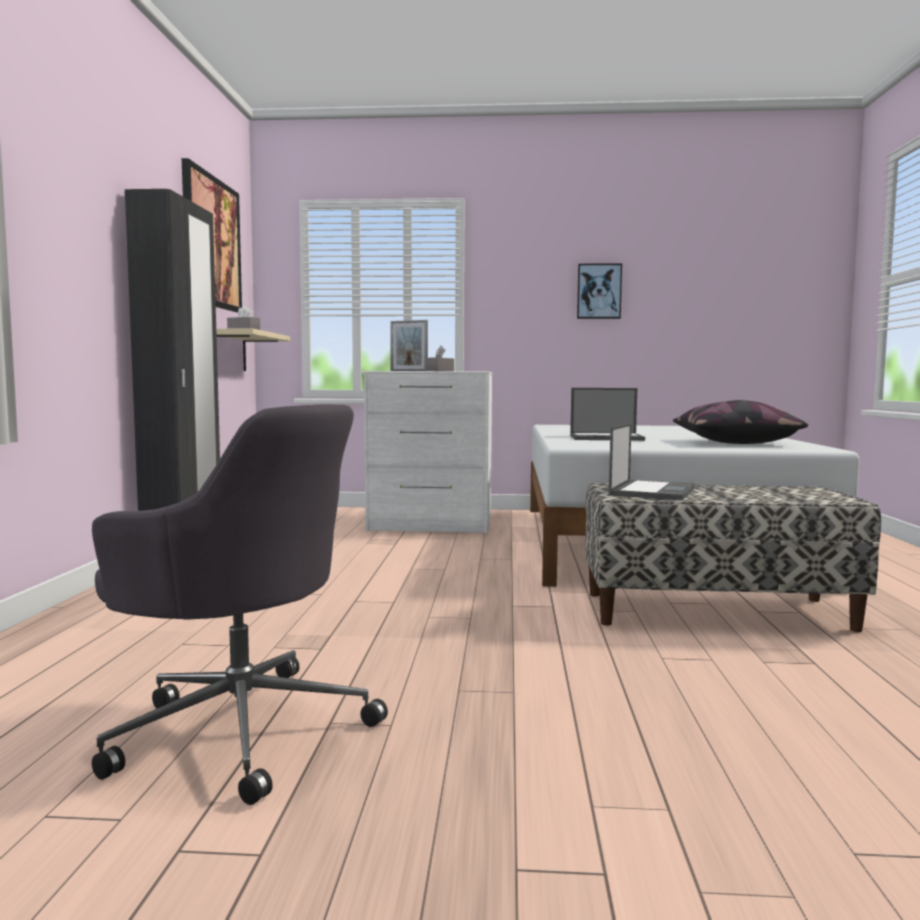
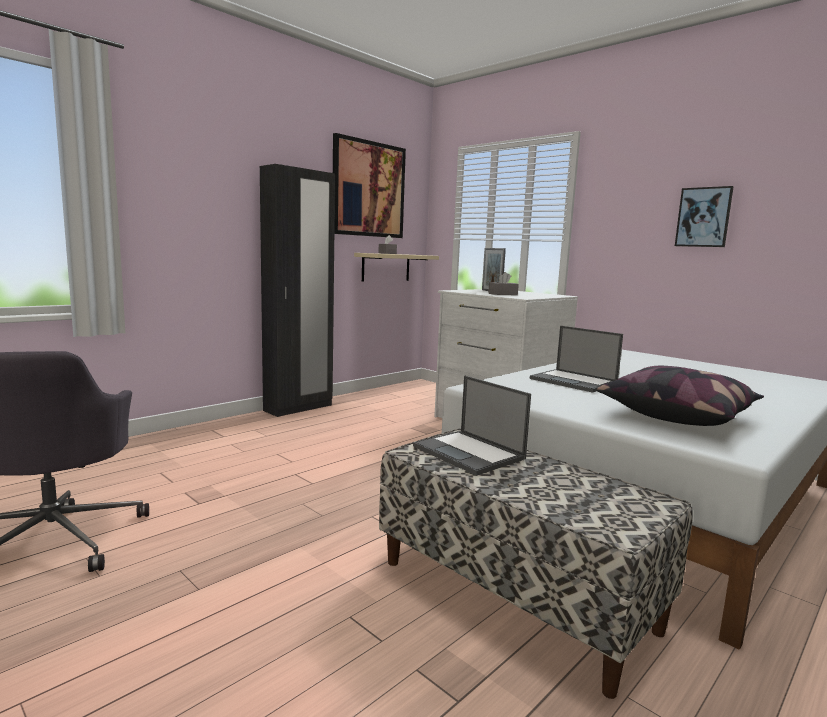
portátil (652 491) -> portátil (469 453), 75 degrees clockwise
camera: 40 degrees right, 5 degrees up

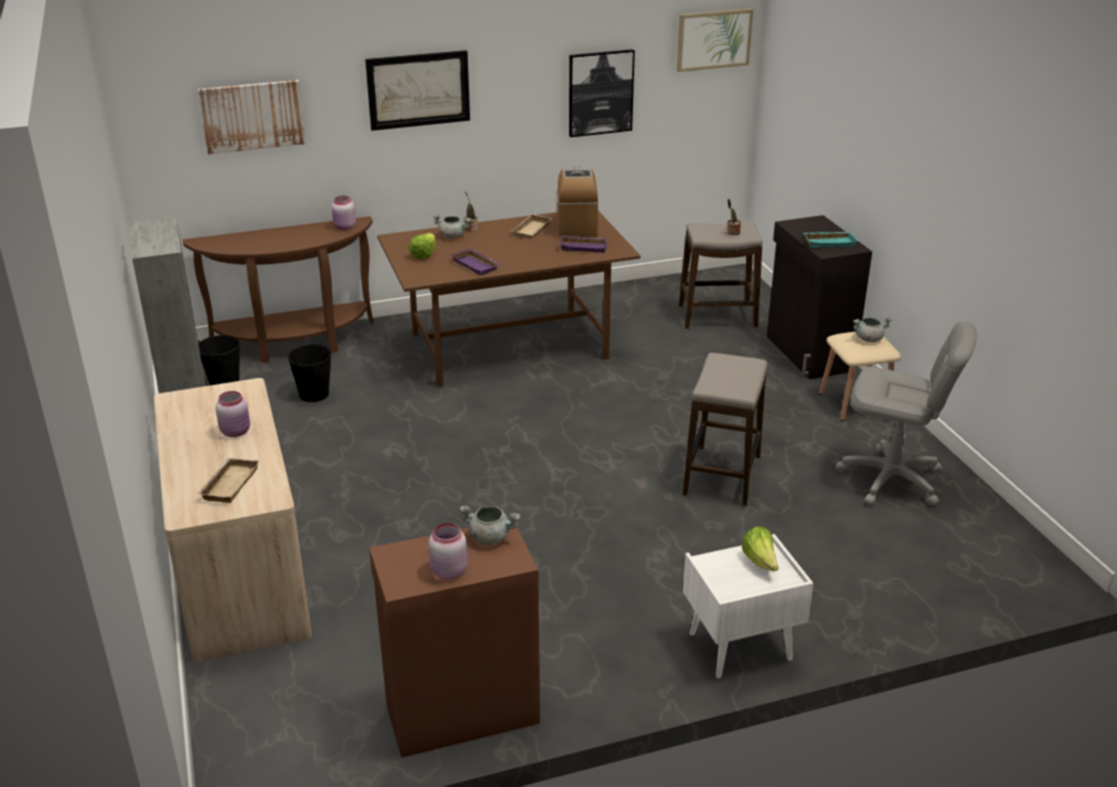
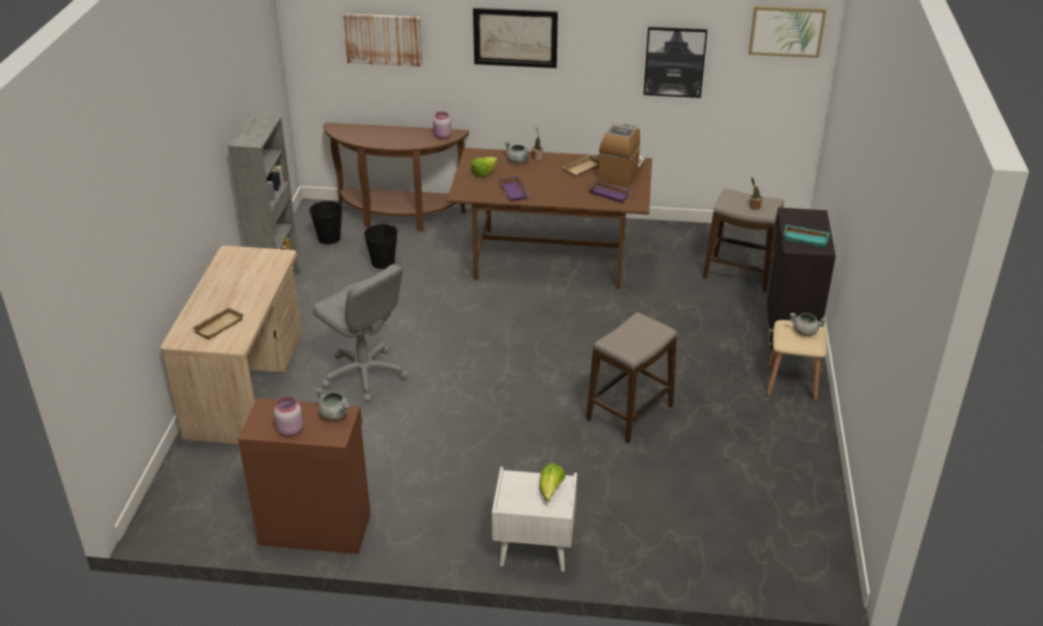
silla de oficina (gris) (891 480) -> silla de oficina (gris) (364 375), relocated
tarro (rosa) (236 431) -> none
camera: 25 degrees right, 5 degrees up

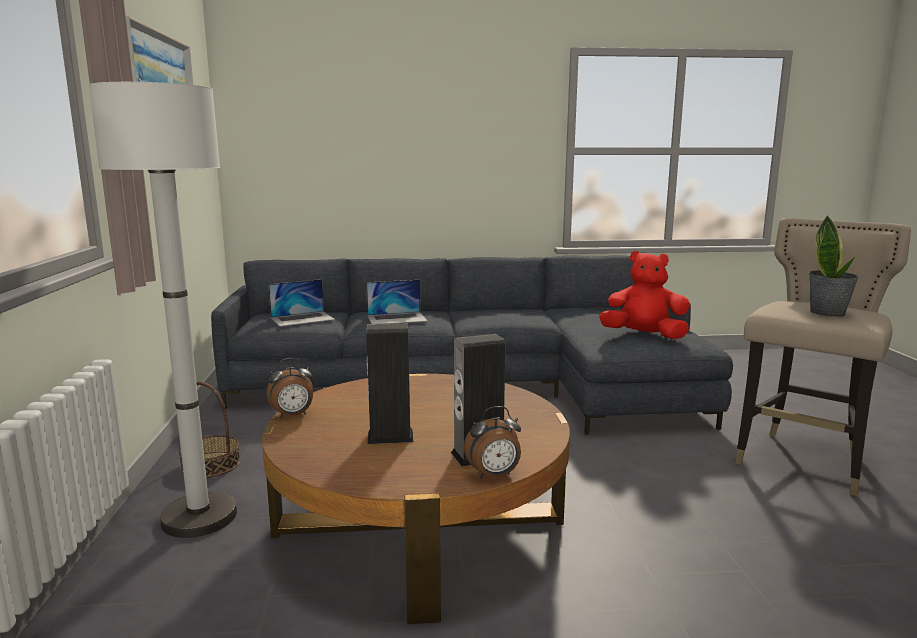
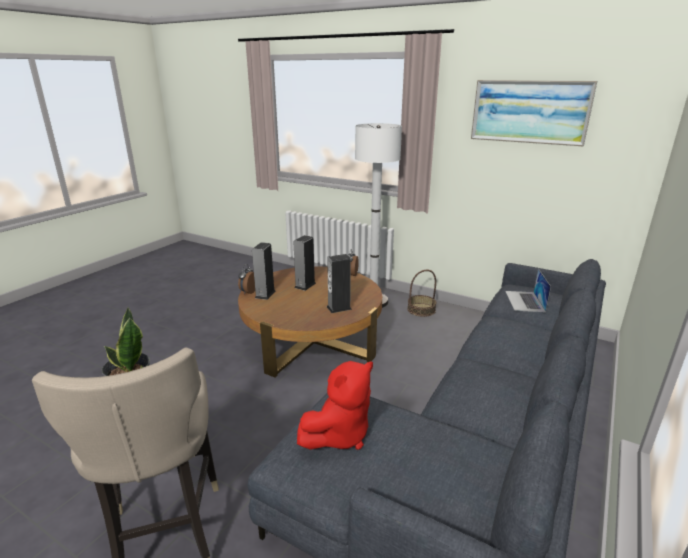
portátil (397 318) -> none
none -> altavoz (339 308)
camera: 125 degrees right, 10 degrees up

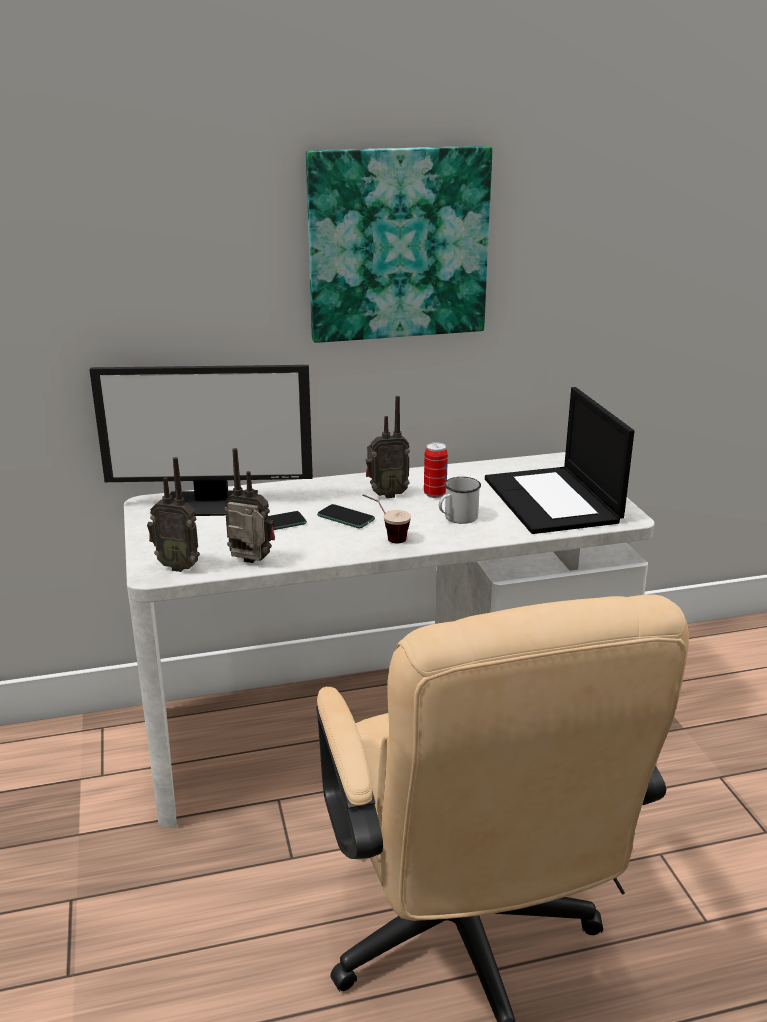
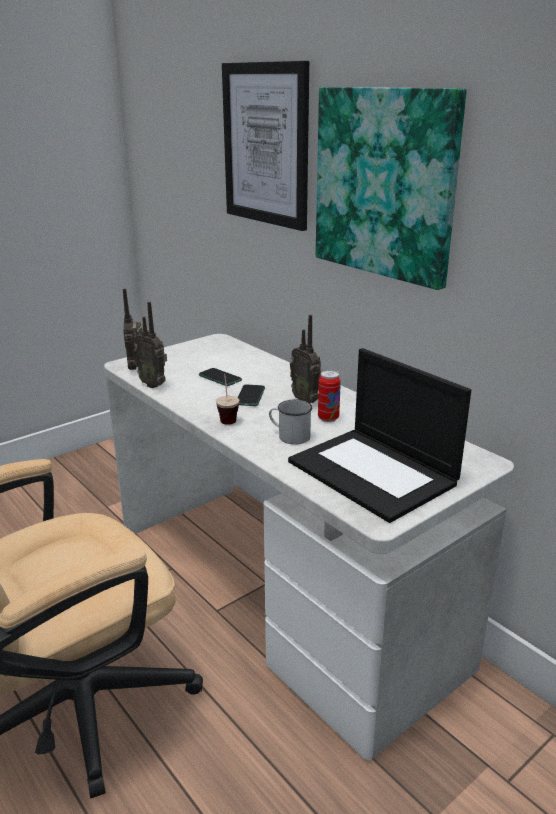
monitor (212 503) -> none
portátil (553 501) -> portátil (374 473), 90 degrees counterclockwise
radio (250 563) -> radio (154 384), 135 degrees clockwise
none -> cuadro (266 145)
camera: 65 degrees right, 0 degrees up

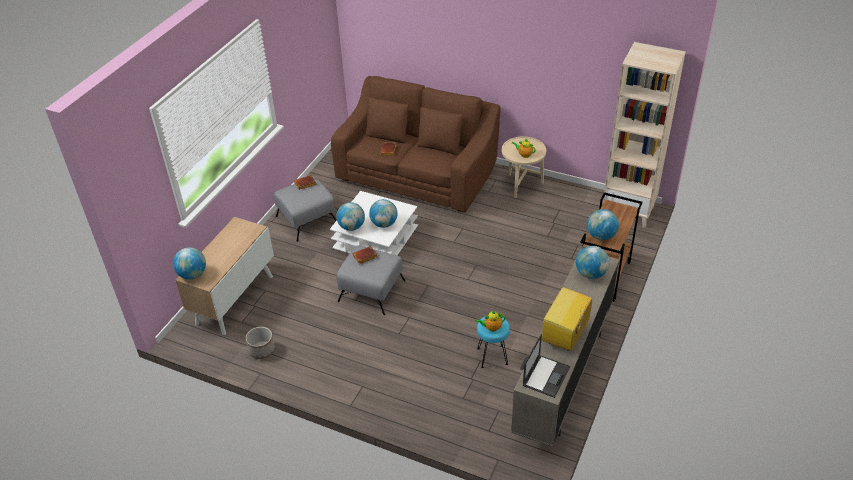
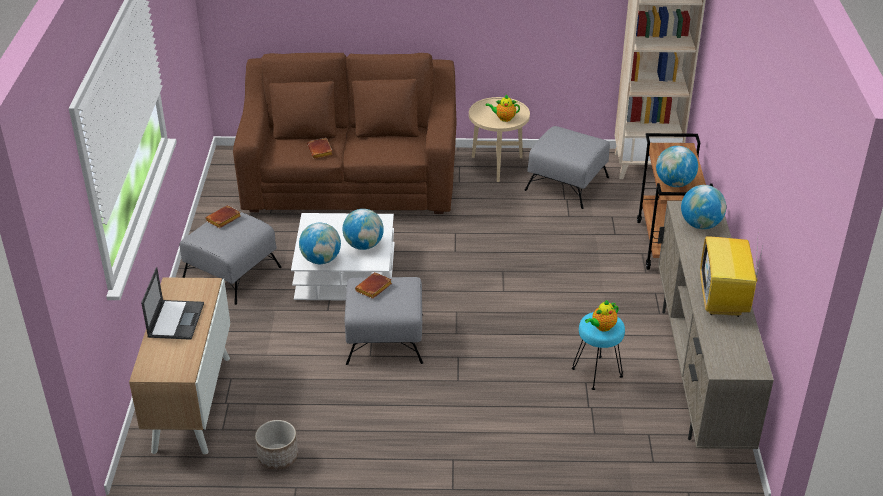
globo terráqueo (192 274) -> none
portátil (546 376) -> portátil (176 319), relocated
none -> puf (gris) (567 184)
camera: 25 degrees left, 5 degrees down

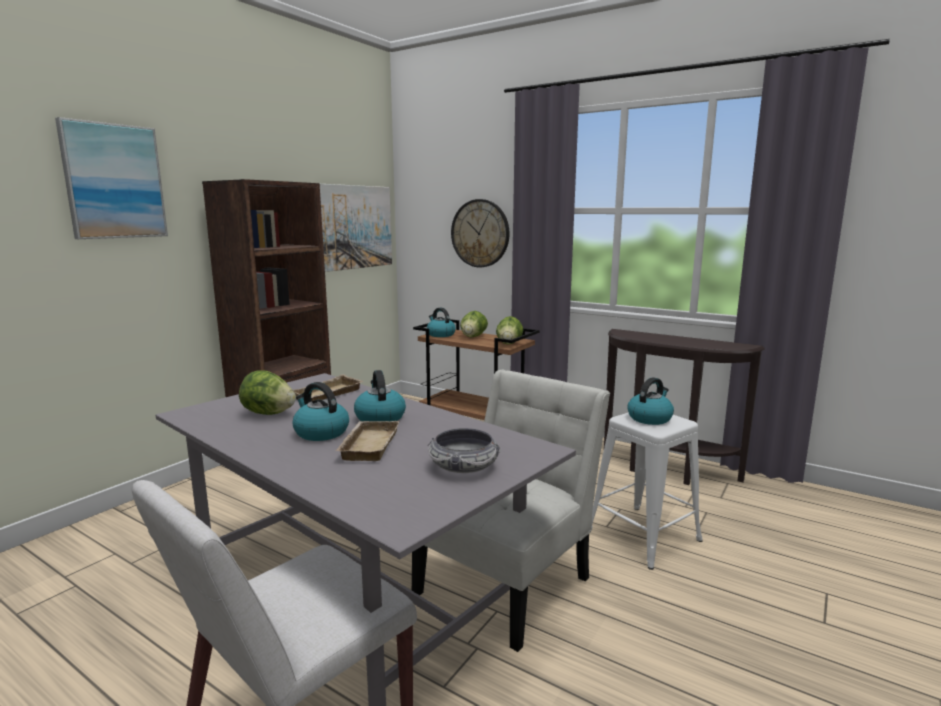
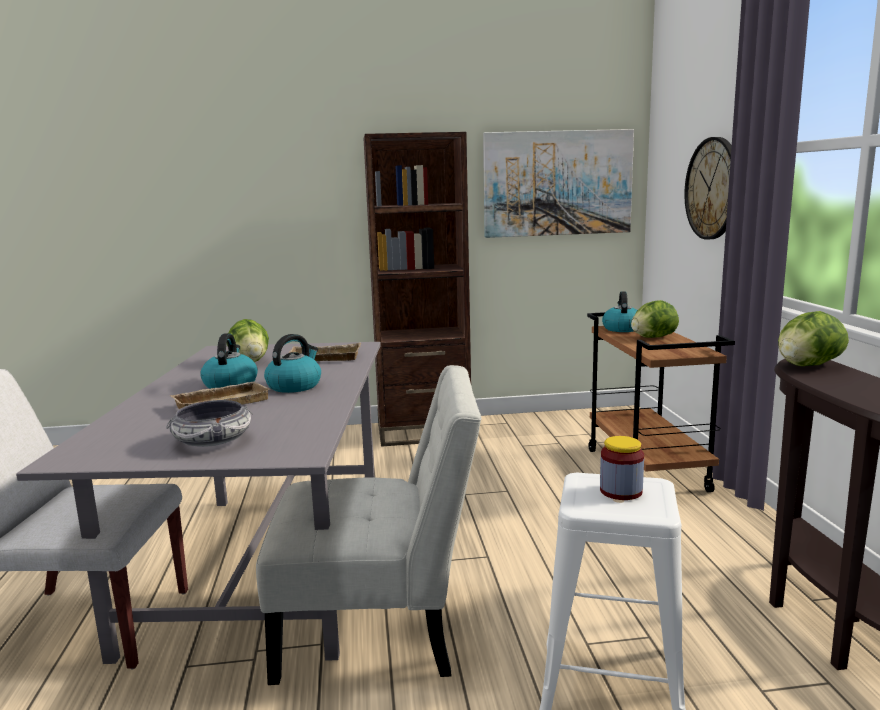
cuadro (114 181) -> none
lechuga (509 344) -> lechuga (807 365), relocated
hervidor (649 418) -> tarro (620 491)
camera: 50 degrees right, 0 degrees up

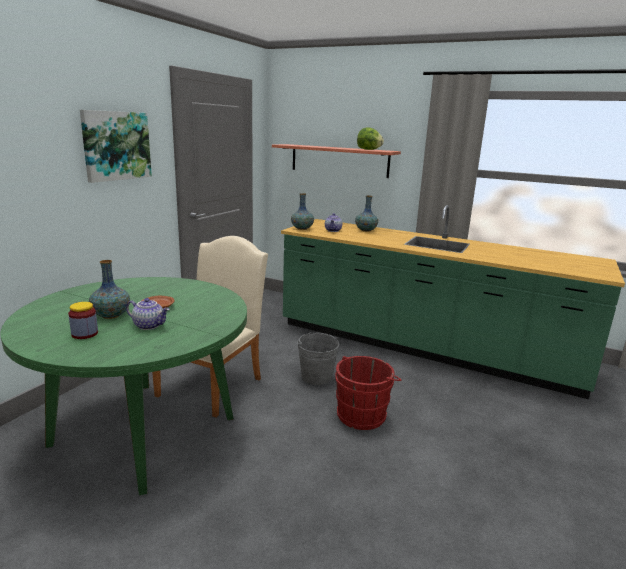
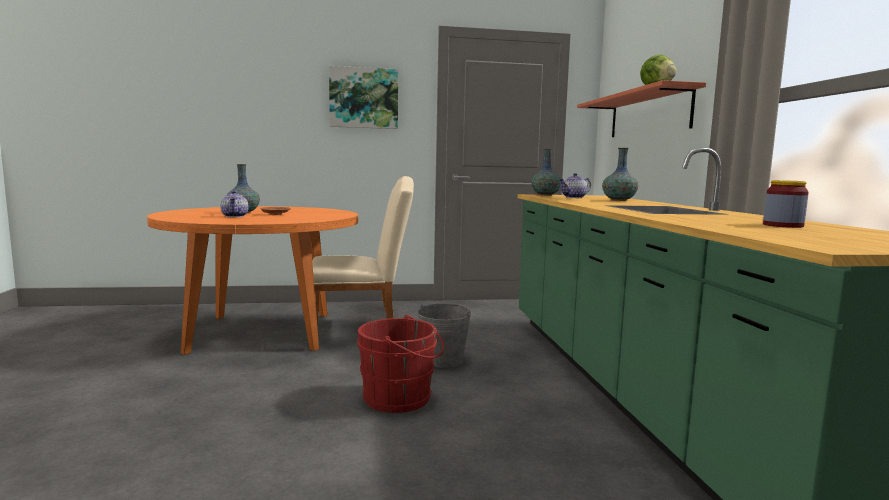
mesa de comedor (verde) (144 430) -> mesa de comedor (naranja) (263 332)
tarro (85 334) -> tarro (783 225), relocated
camera: 55 degrees right, 10 degrees down

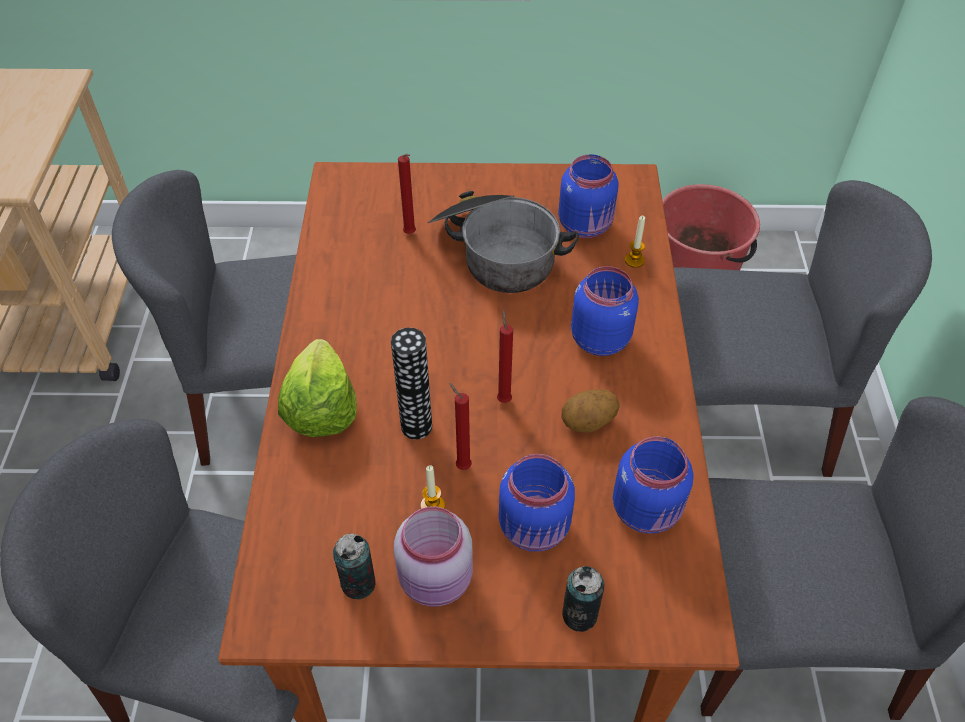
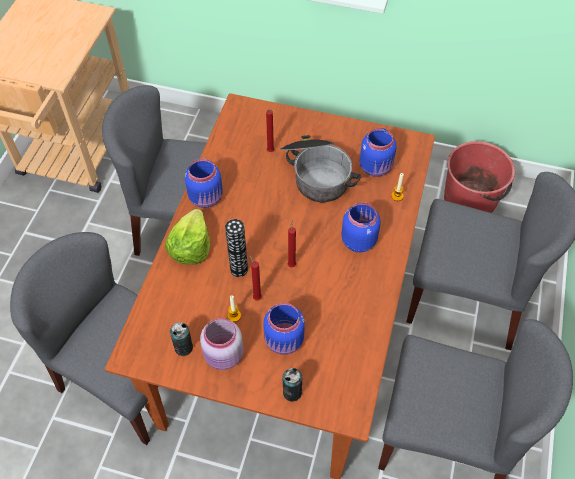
patata (588 423) -> none
tarro (azul) (648 510) -> tarro (azul) (207 198), relocated
camera: 15 degrees right, 5 degrees up

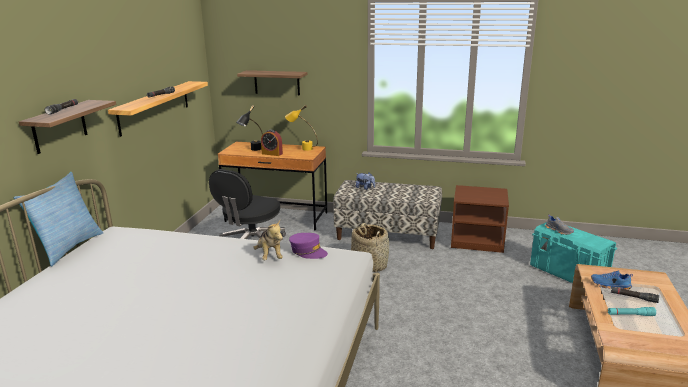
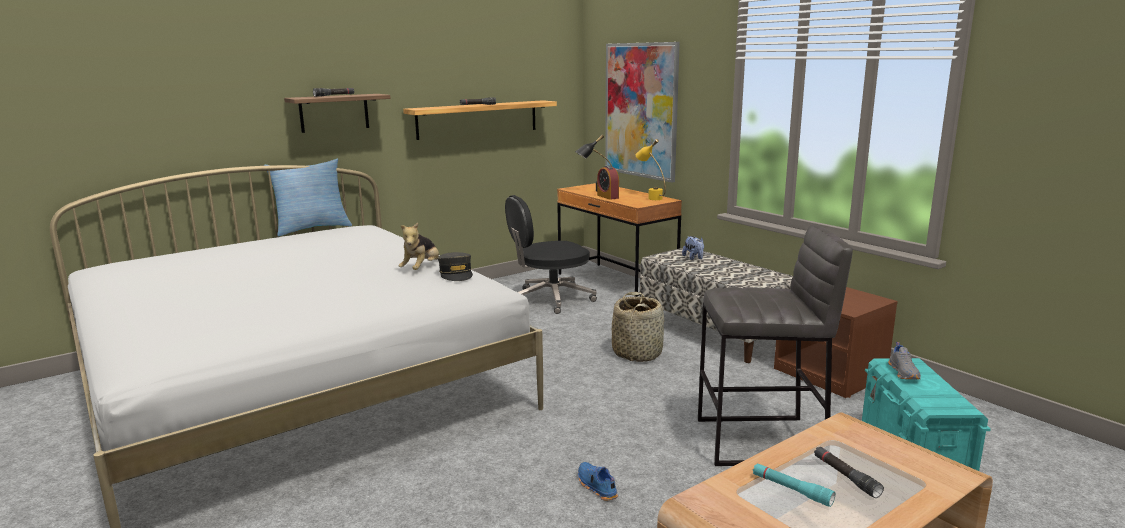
estante (277 82) -> cuadro (640 110)
gorra (morado) (308 251) -> gorra (gris) (456 274)
zapato (azul) (610 285) -> zapato (azul) (596 487), relocated
none -> taburete (gris) (761 441)
camera: 40 degrees right, 5 degrees down

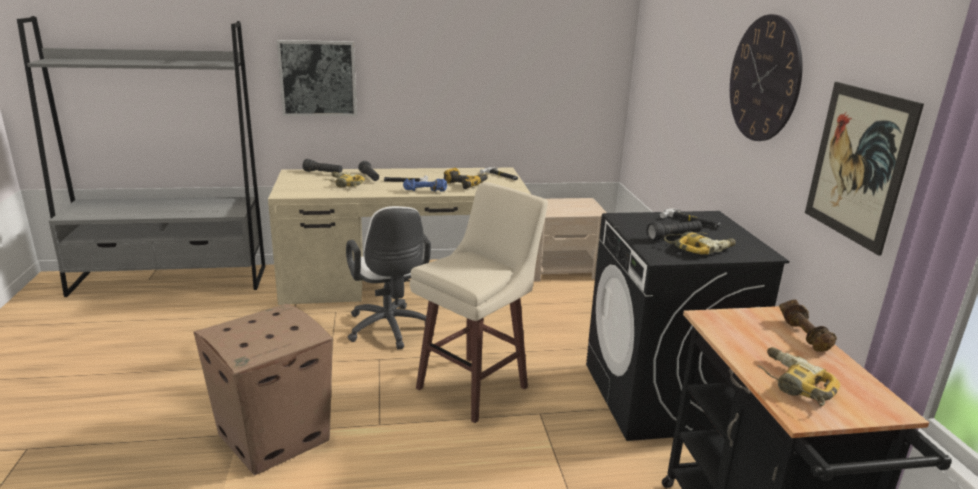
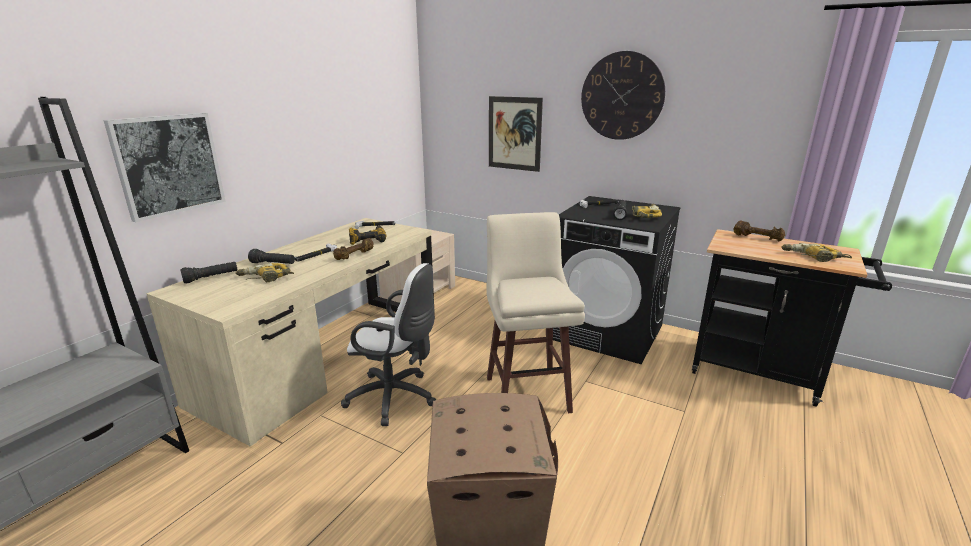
cuadro (858 165) -> cuadro (514 133), relocated
mancuerna (azul) (425 191) -> mancuerna (marrón) (355 256)
camera: 50 degrees left, 0 degrees up

